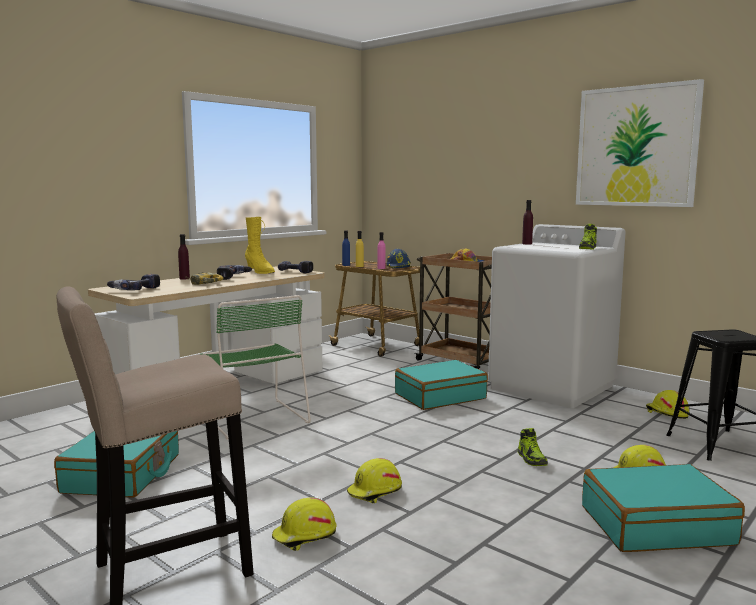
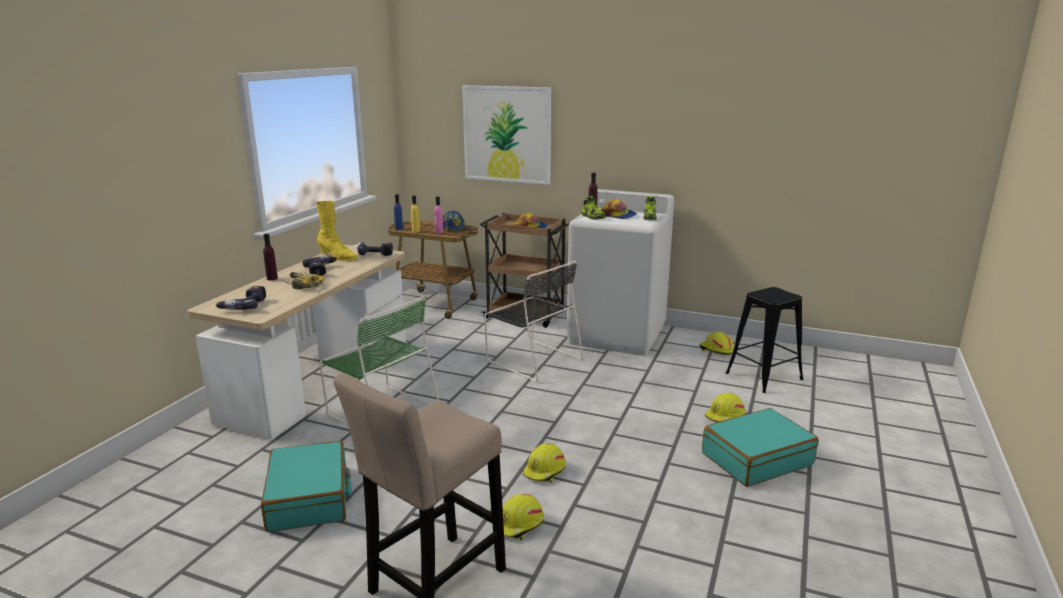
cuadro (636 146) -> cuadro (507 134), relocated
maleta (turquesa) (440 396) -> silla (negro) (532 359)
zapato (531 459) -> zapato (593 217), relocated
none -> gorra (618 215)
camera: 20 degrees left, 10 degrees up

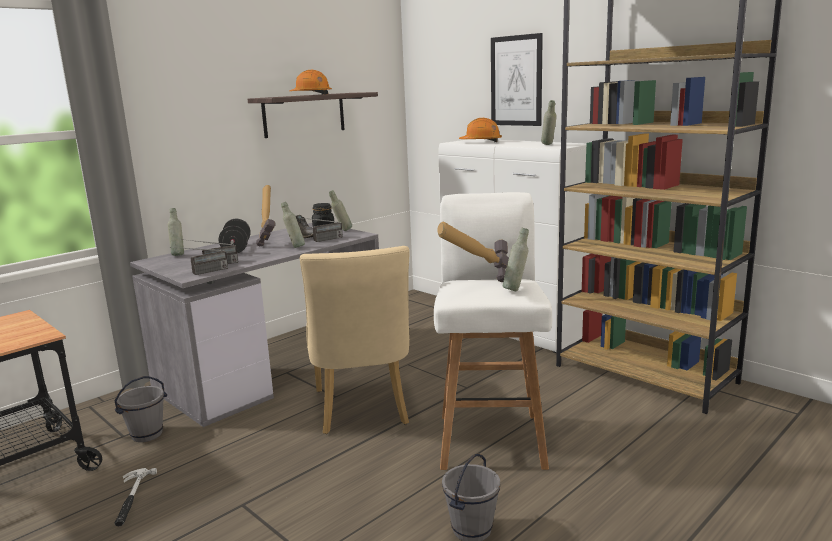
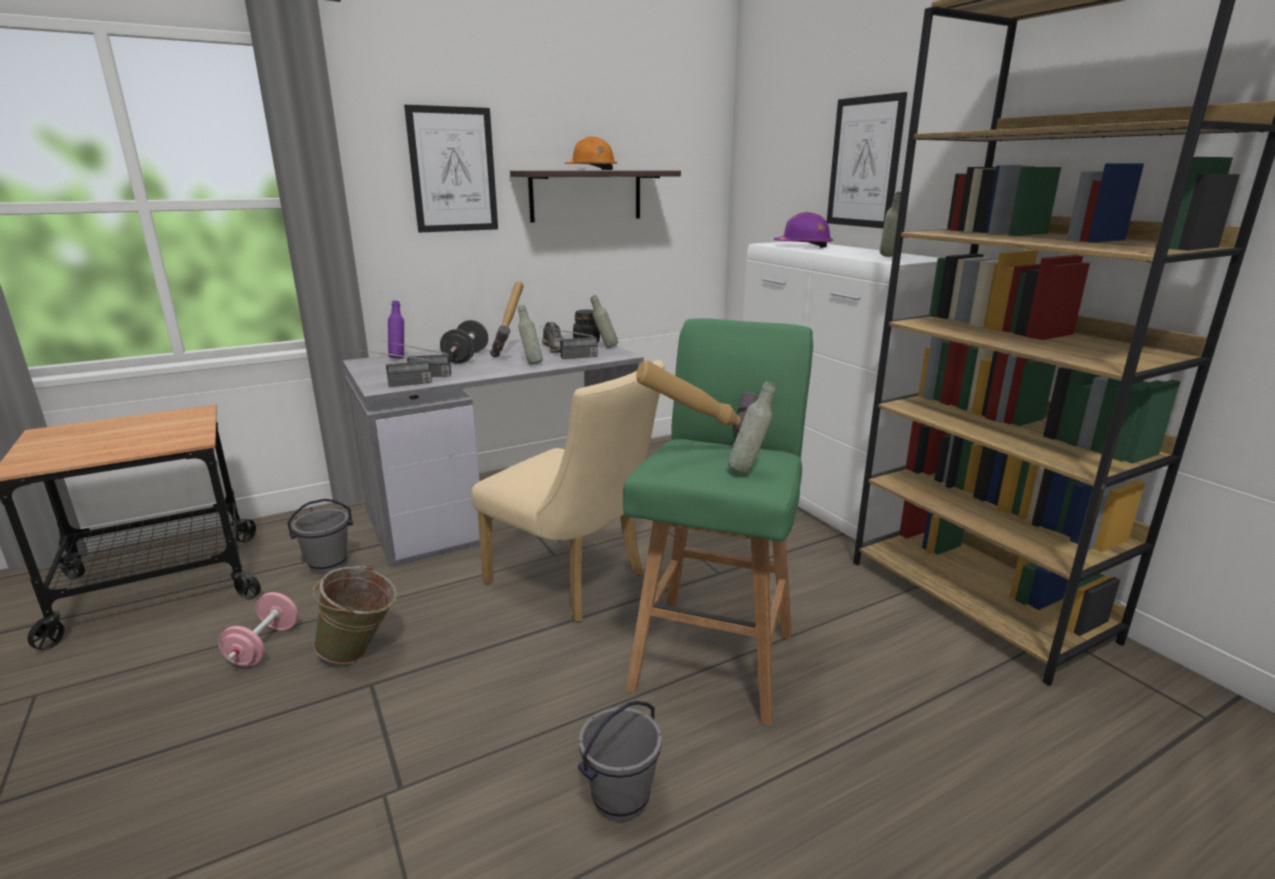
casco (naranja) (481 142) -> casco (morado) (803 246)
taburete (blanco) (491 438) -> taburete (verde) (715 657)
botella (gris) (178 255) -> botella (morado) (399 357)
silla (beis) (362 411) -> silla (beis) (575 582), 60 degrees counterclockwise
martillo (131 498) -> mancuerna (rosa) (264 646)
none -> cuadro (453 170)
none -> cubo (verde) (362 653)
camera: 15 degrees right, 5 degrees up

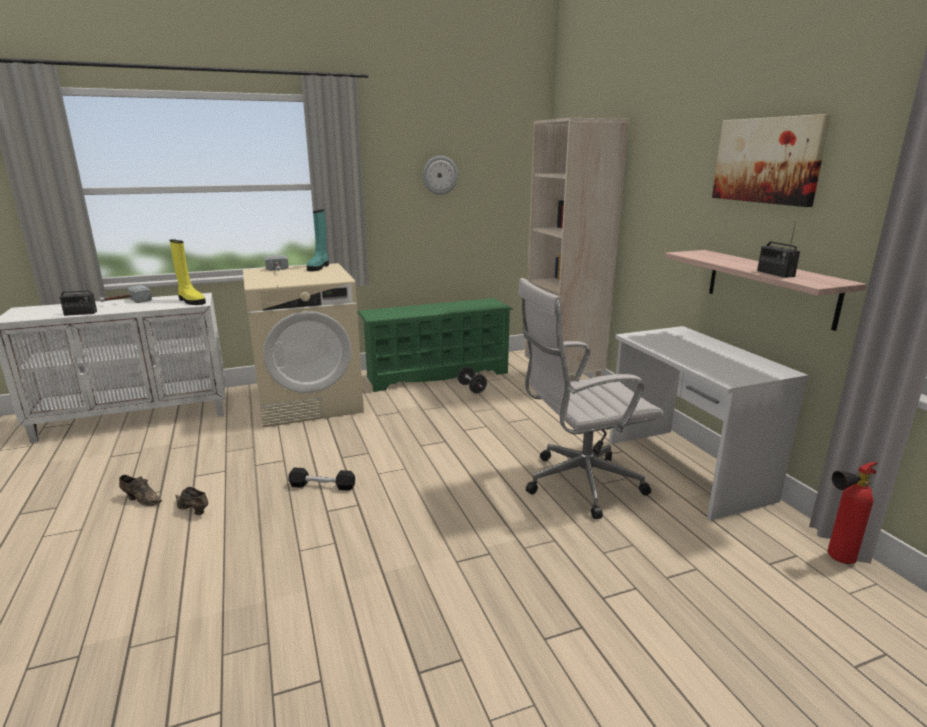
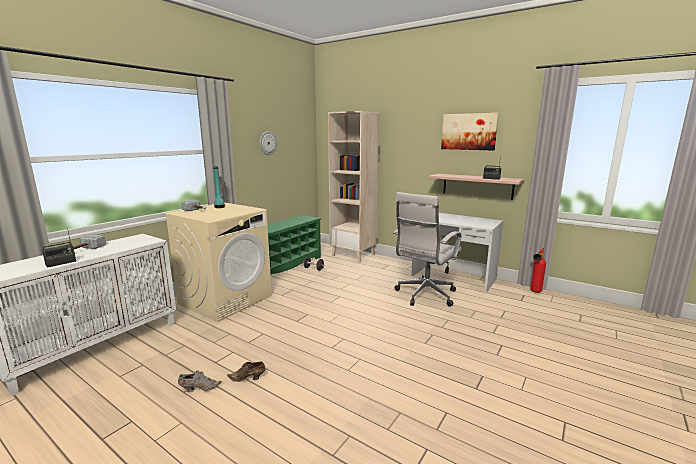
bota (amarillo) (191 301) -> none
mancuerna (negro) (322 486) -> none
zapato (marrón) (141 500) -> zapato (gris) (199 388)
camera: 35 degrees left, 5 degrees down

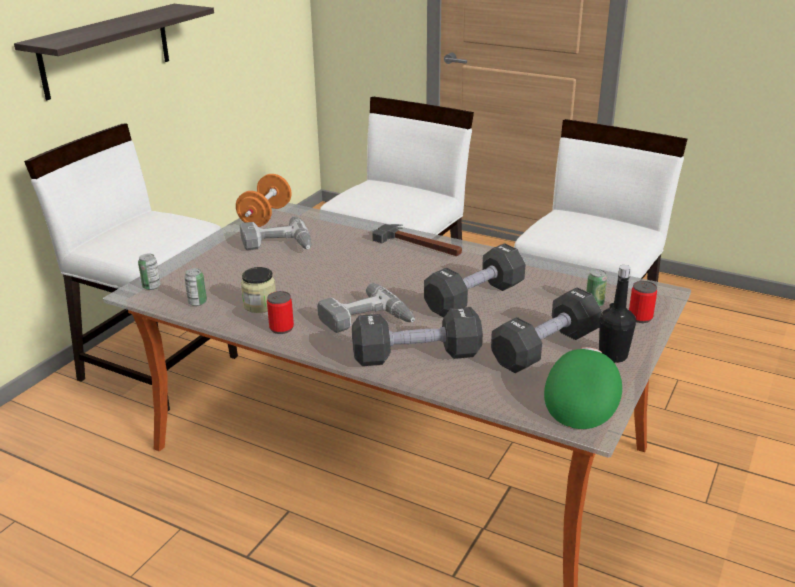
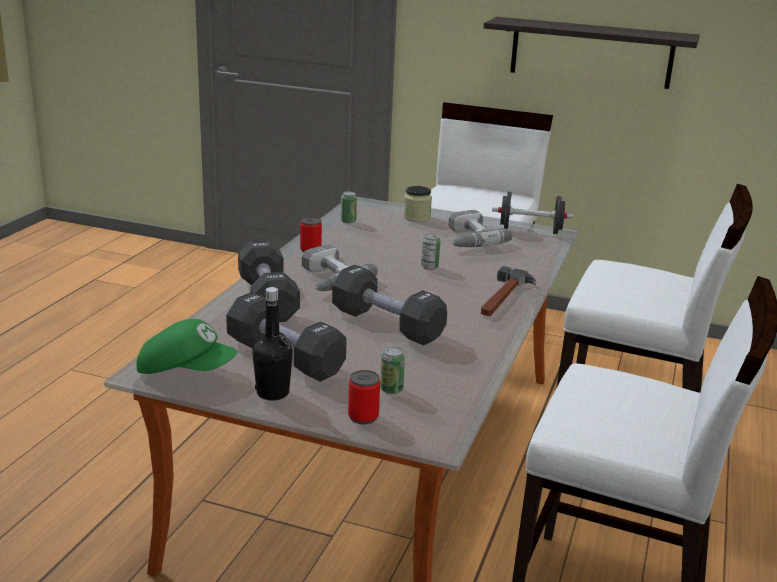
mancuerna (naranja) (265 216) -> mancuerna (negro) (530 230)
lata (151 286) -> lata (429 267), relocated
tarro (260 305) -> tarro (416 217), relocated
camera: 80 degrees right, 5 degrees down

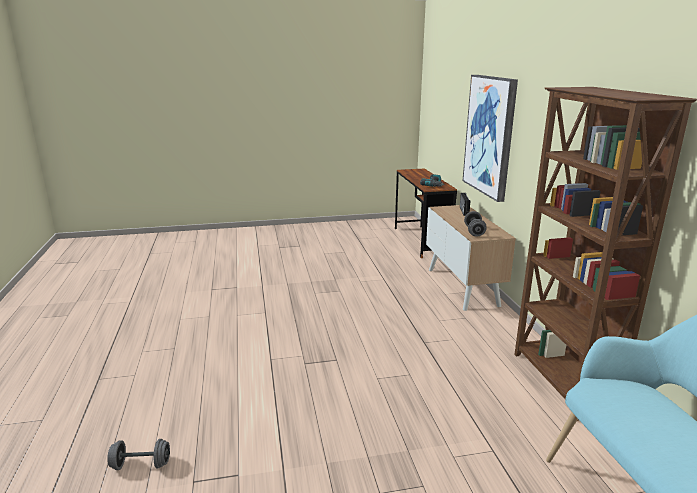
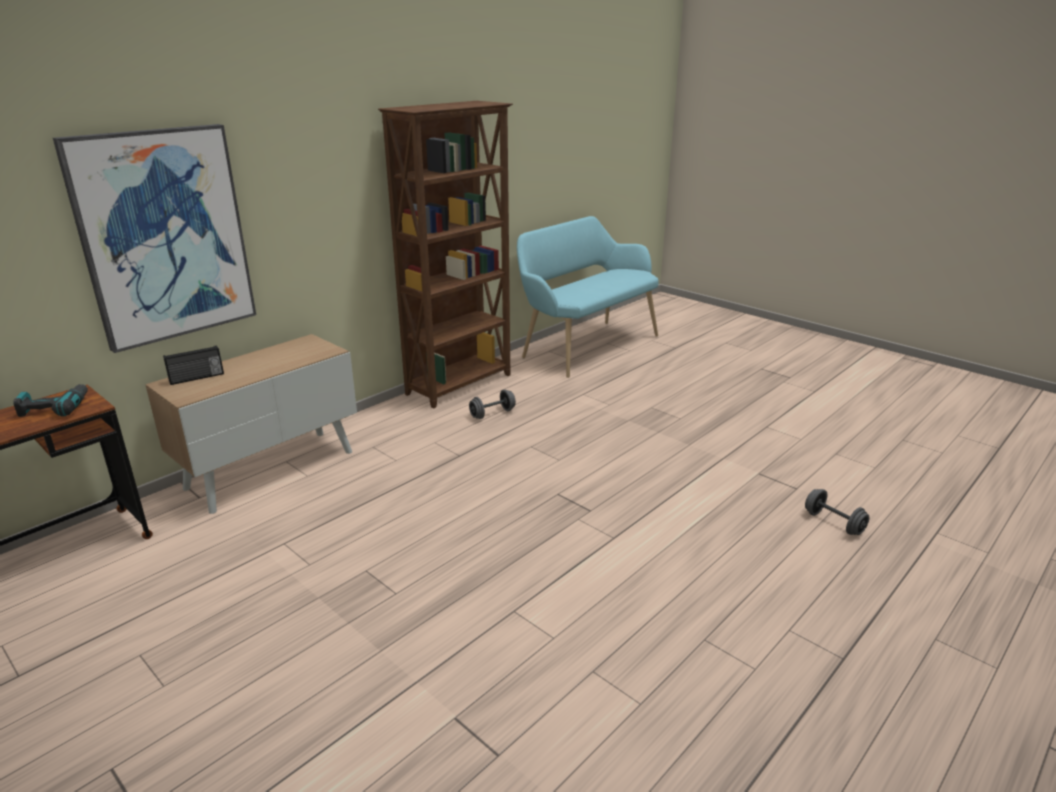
mancuerna (gris) (474 231) -> mancuerna (gris) (492 414), relocated
camera: 125 degrees left, 5 degrees up

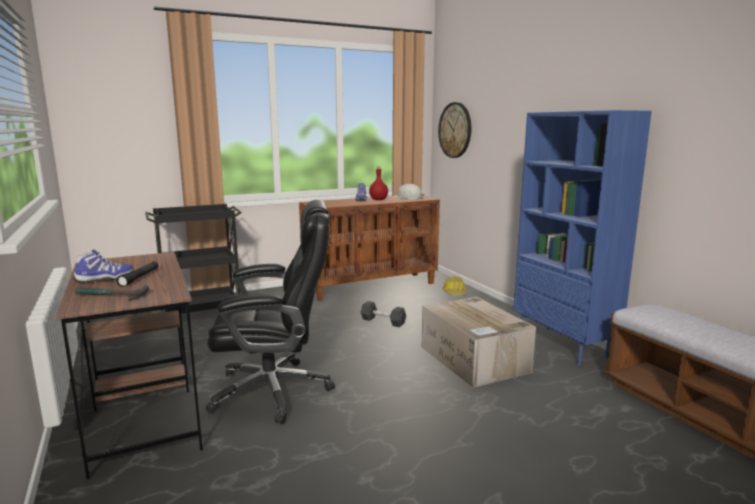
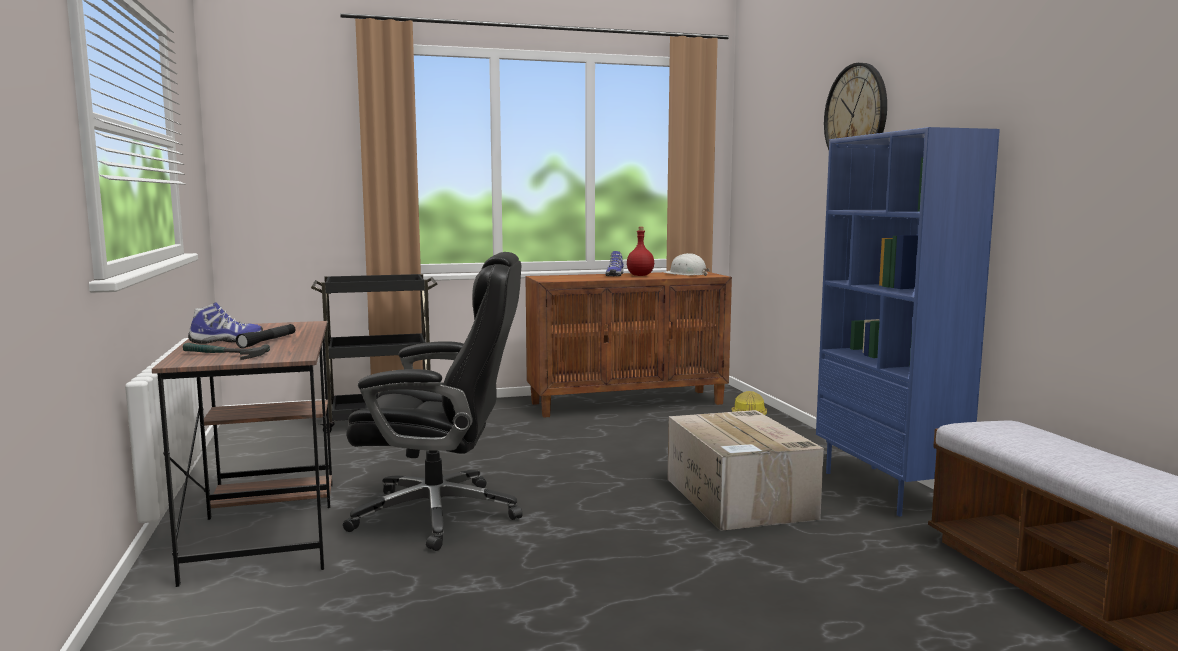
reloj de pared (455 130) -> reloj de pared (856 115), relocated
mancuerna (gris) (383 321) -> none
camera: 10 degrees right, 5 degrees down

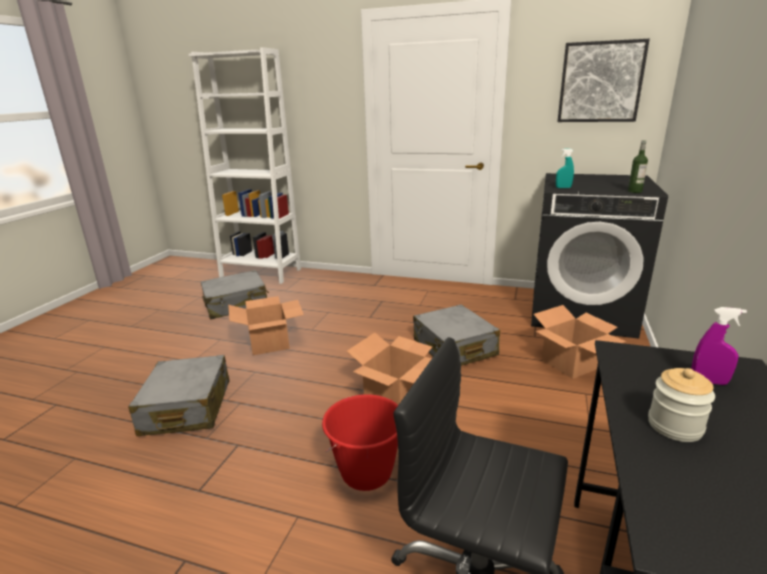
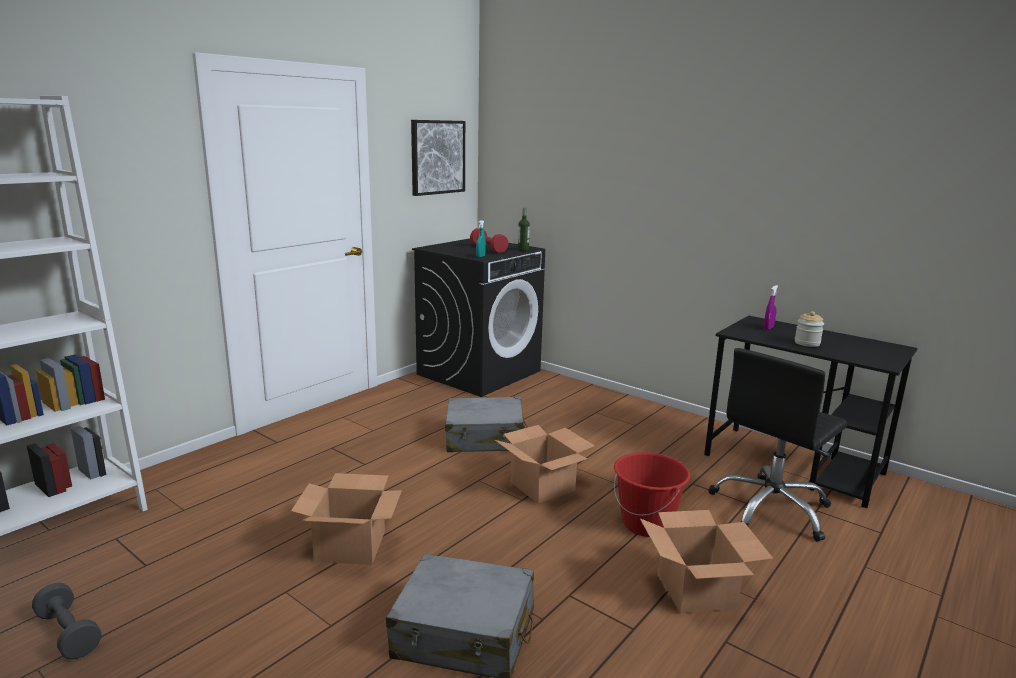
maleta (gris) (236 304) -> none
caja de cartón (571 363) -> caja de cartón (695 589), relocated
none -> mancuerna (rojo) (488 249)
none -> mancuerna (gris) (69 633)
camera: 70 degrees left, 5 degrees down

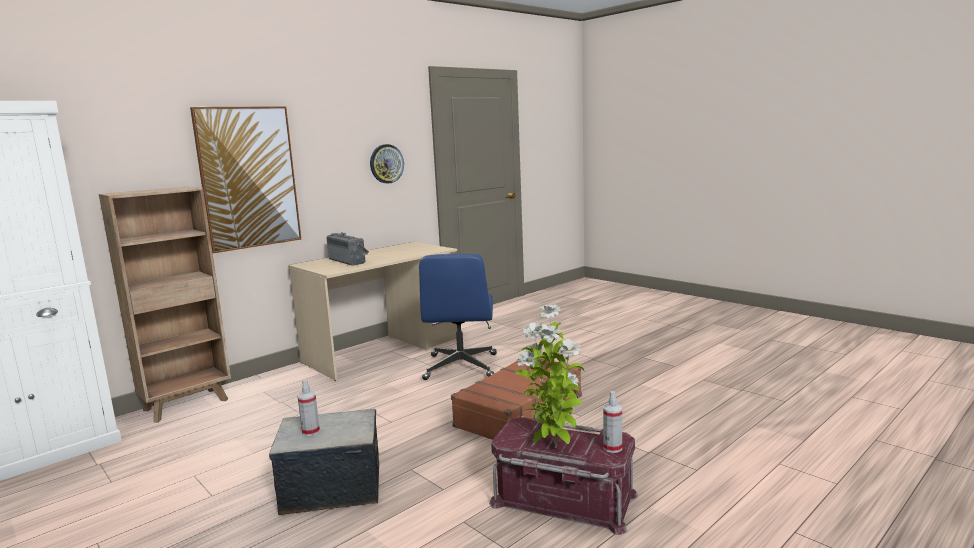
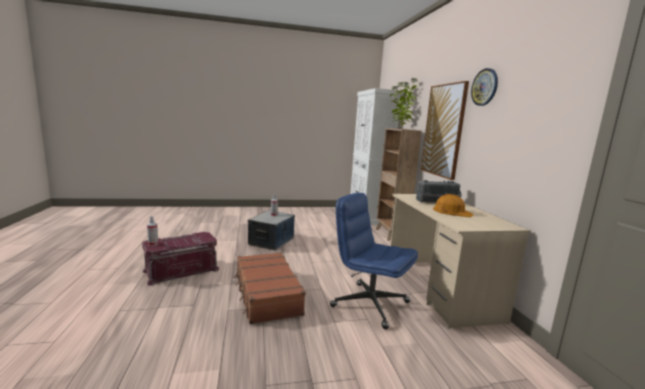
reloj de pared (386 163) -> reloj de pared (484 87), relocated
planta en maceta (553 448) -> planta en maceta (400 128), relocated
none -> casco (naranja) (452 211)
camera: 120 degrees right, 0 degrees up

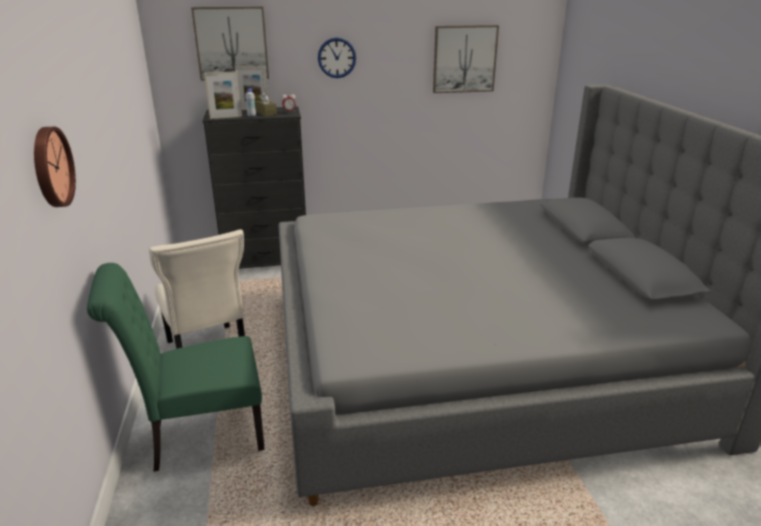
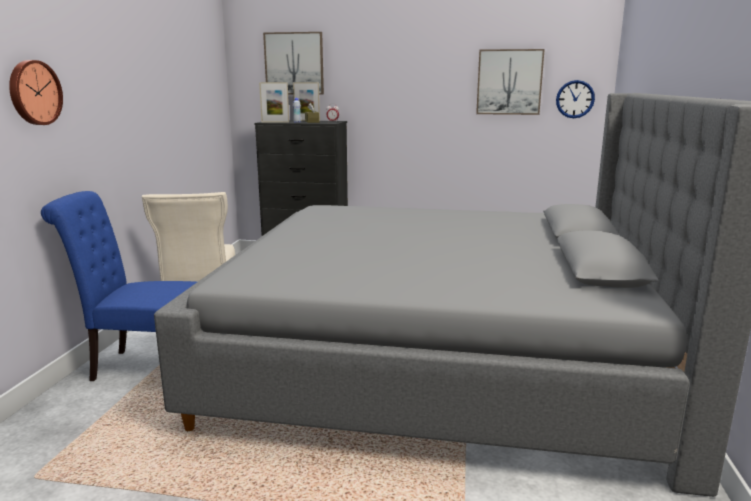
reloj de pared (336 58) -> reloj de pared (575 99), relocated
silla (verde) (199 437) -> silla (azul) (144 366)
camera: 20 degrees right, 10 degrees down

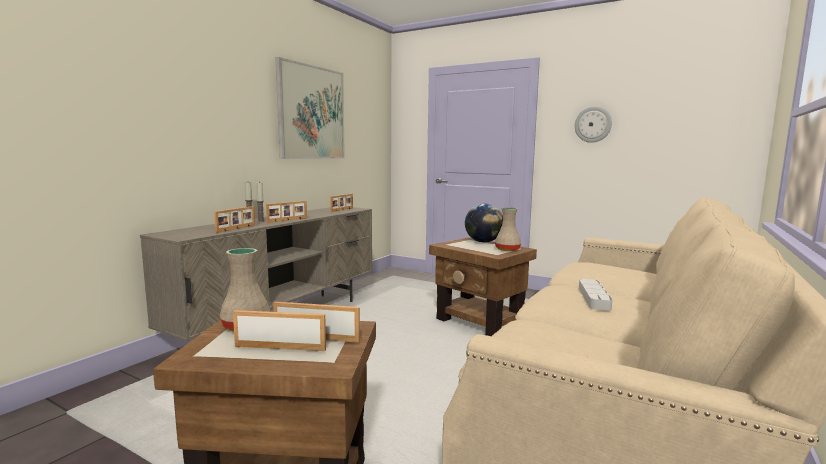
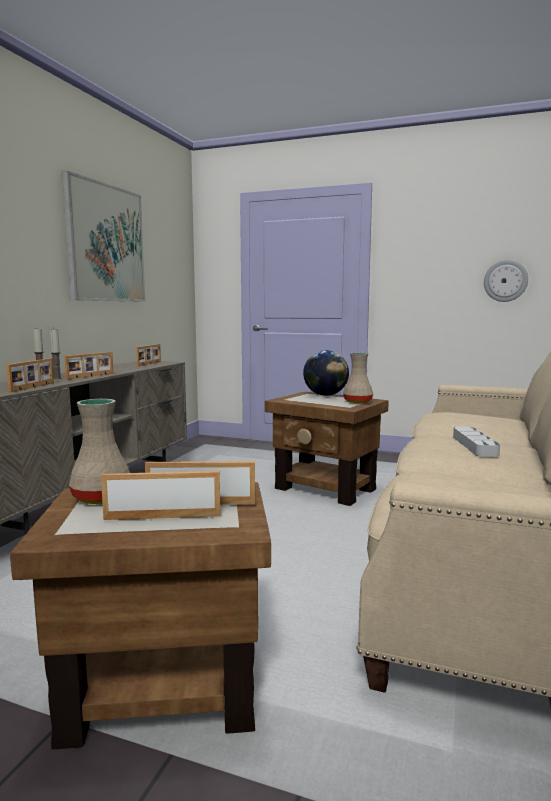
reloj de pared (593 124) -> reloj de pared (505 281), relocated
camera: 10 degrees left, 0 degrees up

